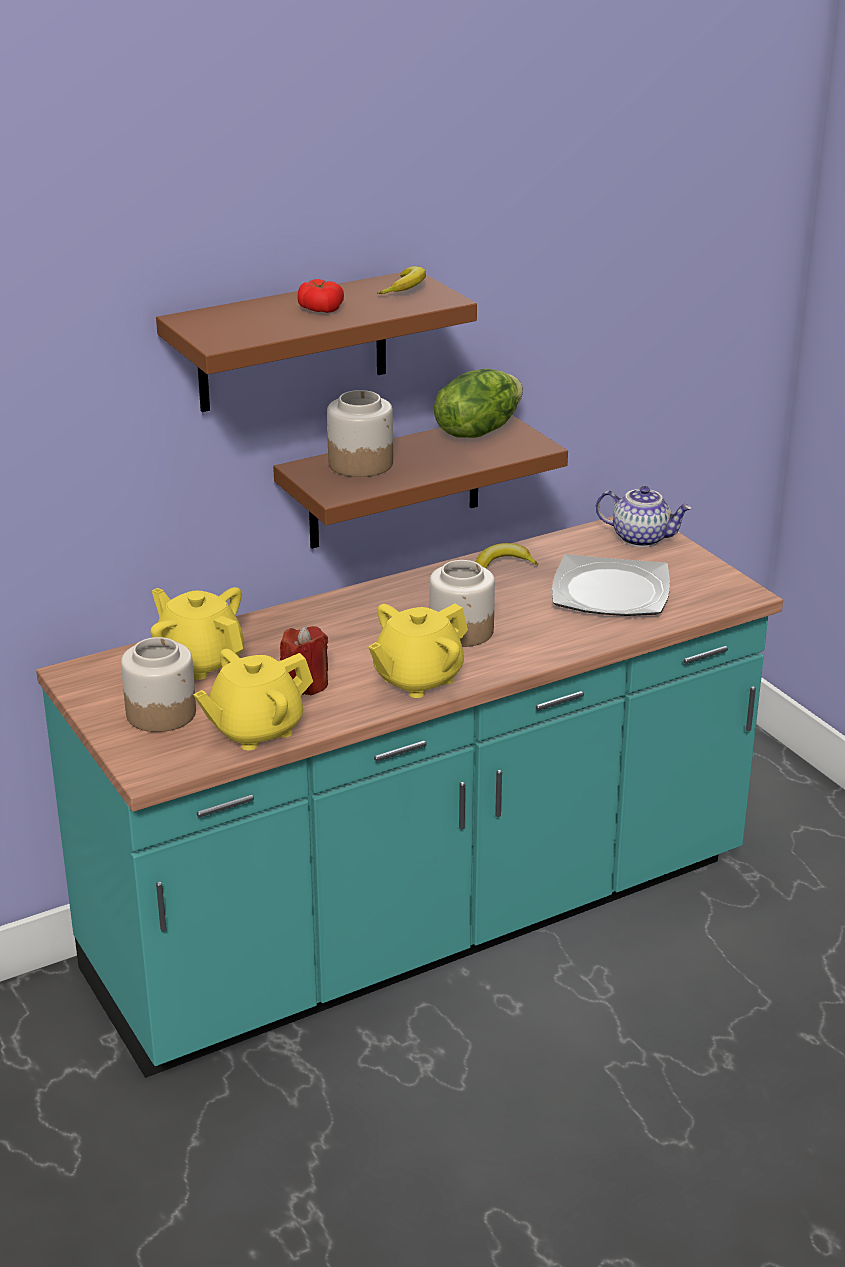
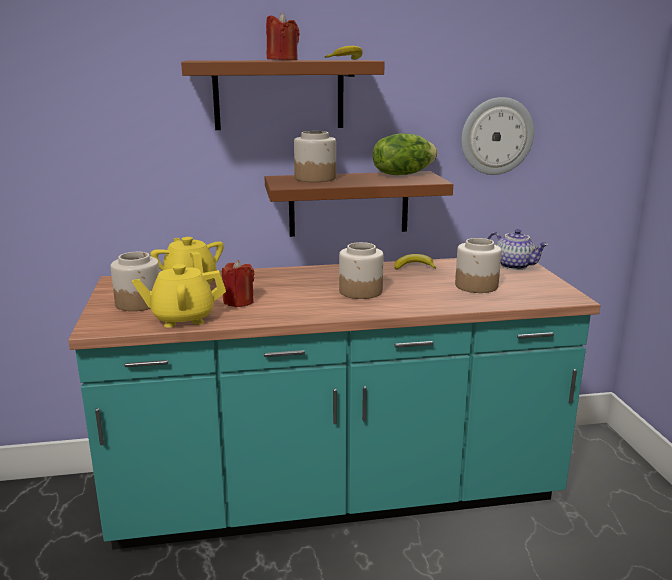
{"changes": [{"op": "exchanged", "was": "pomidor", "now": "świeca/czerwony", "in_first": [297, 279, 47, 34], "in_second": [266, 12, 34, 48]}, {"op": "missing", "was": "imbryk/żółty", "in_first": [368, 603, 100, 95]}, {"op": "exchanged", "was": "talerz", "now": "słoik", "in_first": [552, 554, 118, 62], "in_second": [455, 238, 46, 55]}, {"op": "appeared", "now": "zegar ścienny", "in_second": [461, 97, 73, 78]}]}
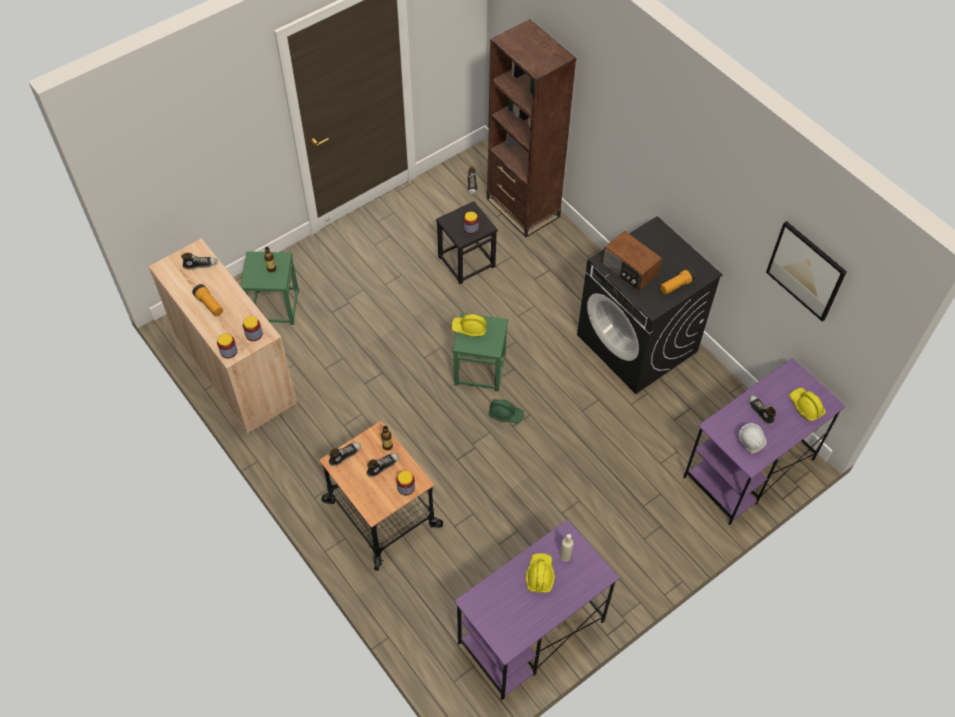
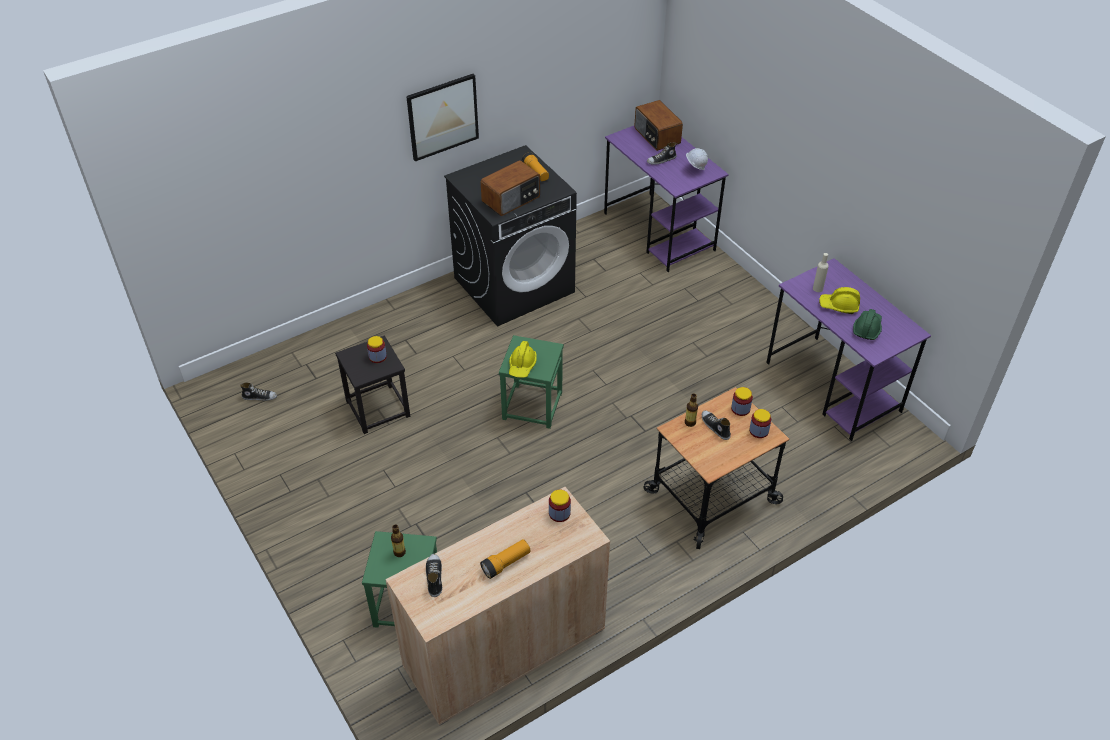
{"changes": [{"op": "relocated", "was": "słoik", "in_first": [217, 333, 20, 25], "in_second": [749, 409, 22, 29]}, {"op": "missing", "was": "but", "in_first": [329, 442, 32, 24]}, {"op": "missing", "was": "regał/brązowy", "in_first": [487, 19, 89, 218]}, {"op": "relocated", "was": "kask/zielony", "in_first": [488, 399, 36, 25], "in_second": [853, 309, 29, 31]}, {"op": "relocated", "was": "obraz", "in_first": [766, 221, 81, 100], "in_second": [406, 74, 73, 87]}, {"op": "exchanged", "was": "kask/żółty", "now": "radio", "in_first": [789, 388, 37, 33], "in_second": [634, 100, 49, 51]}]}
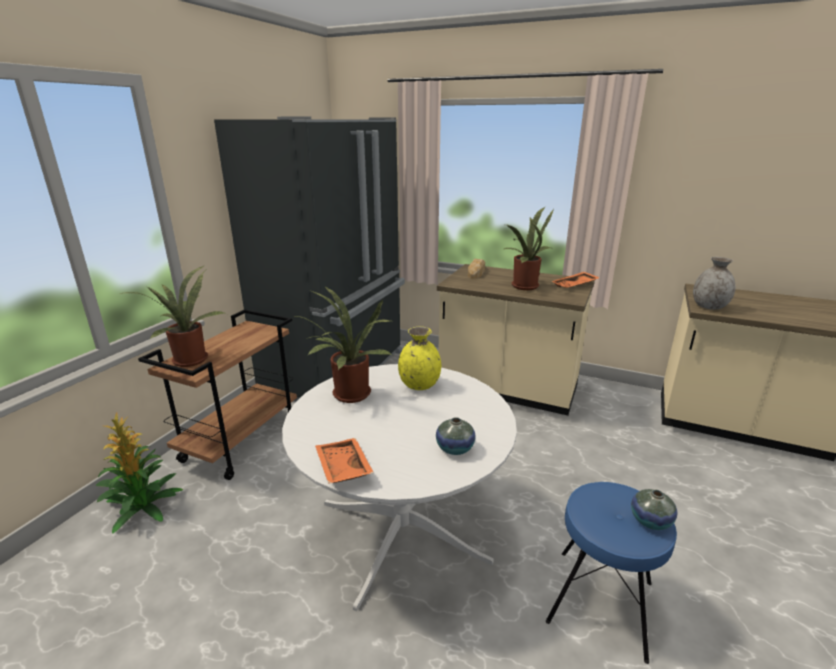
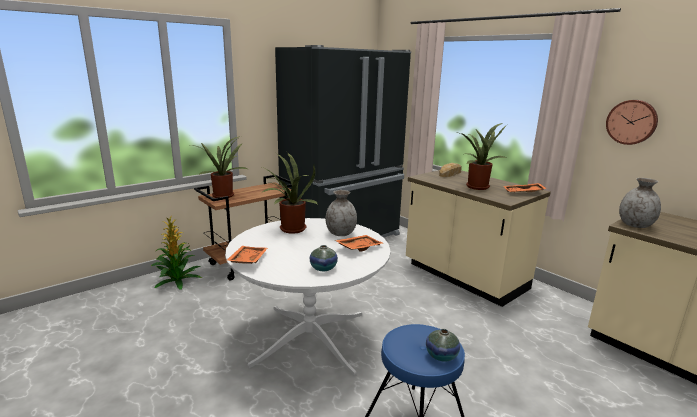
{"changes": [{"op": "colour", "was": "wazon/żółty", "now": "wazon/szary", "in_first": [398, 327, 43, 63], "in_second": [325, 190, 32, 46]}, {"op": "appeared", "now": "taca/pomarańczowy", "in_second": [335, 235, 49, 17]}, {"op": "appeared", "now": "zegar ścienny", "in_second": [606, 100, 52, 45]}]}
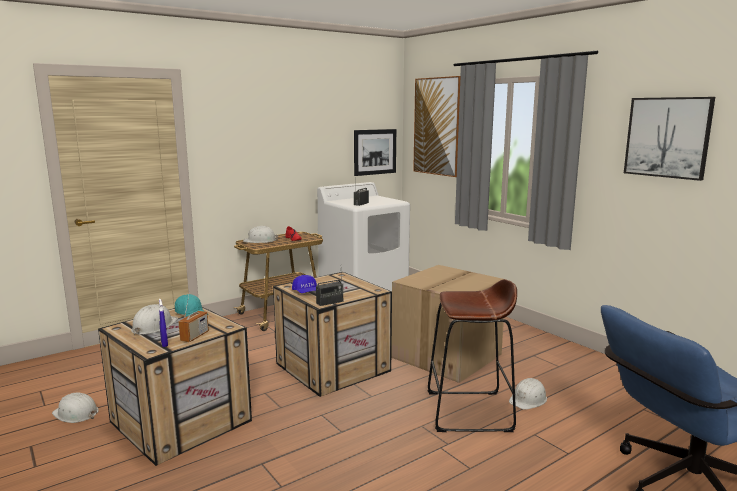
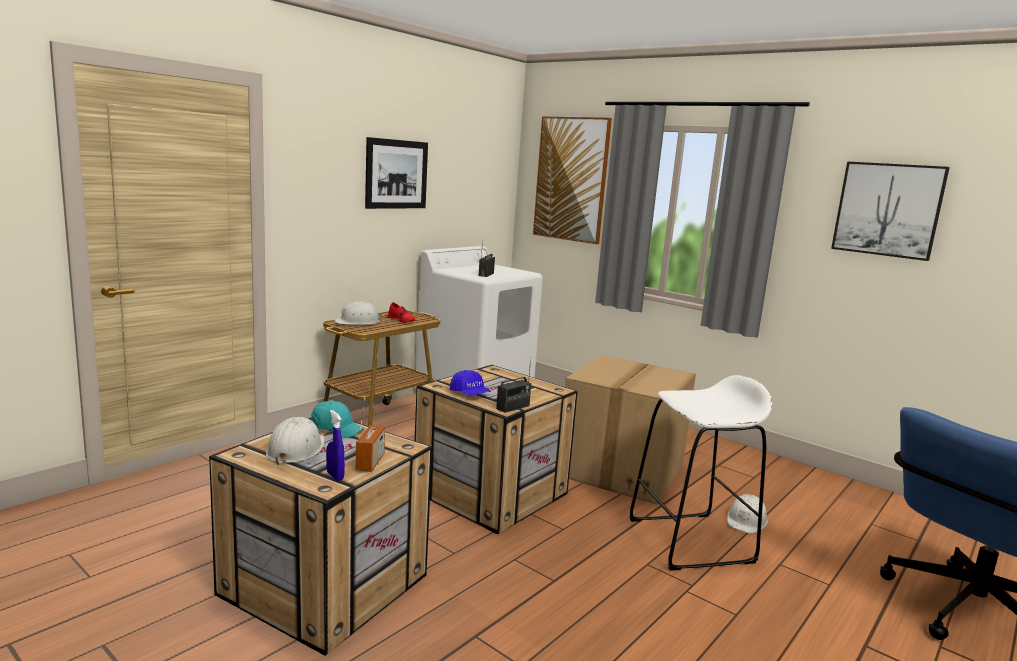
{"changes": [{"op": "missing", "was": "kask/biały", "in_first": [52, 392, 47, 31]}, {"op": "relocated", "was": "obraz", "in_first": [354, 129, 42, 47], "in_second": [365, 137, 63, 72]}, {"op": "colour", "was": "stołek/brązowy", "now": "stołek/biały", "in_first": [428, 279, 89, 153], "in_second": [629, 375, 143, 196]}]}
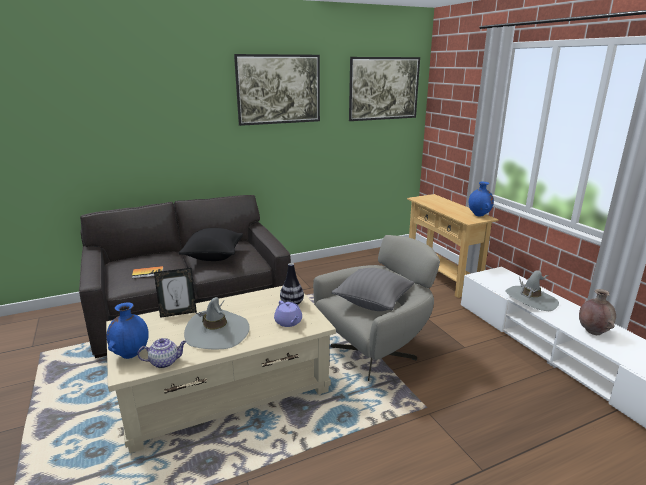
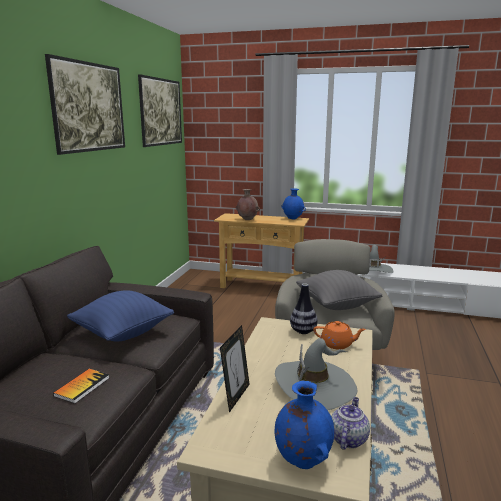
{"changes": [{"op": "colour", "was": "poduszka/czarny", "now": "poduszka/niebieski", "in_first": [179, 228, 64, 33], "in_second": [67, 290, 107, 51]}, {"op": "colour", "was": "imbryk/fioletowy", "now": "imbryk/pomarańczowy", "in_first": [274, 300, 28, 27], "in_second": [313, 321, 53, 29]}, {"op": "relocated", "was": "wazon/brązowy", "in_first": [579, 289, 37, 46], "in_second": [235, 189, 25, 31]}]}
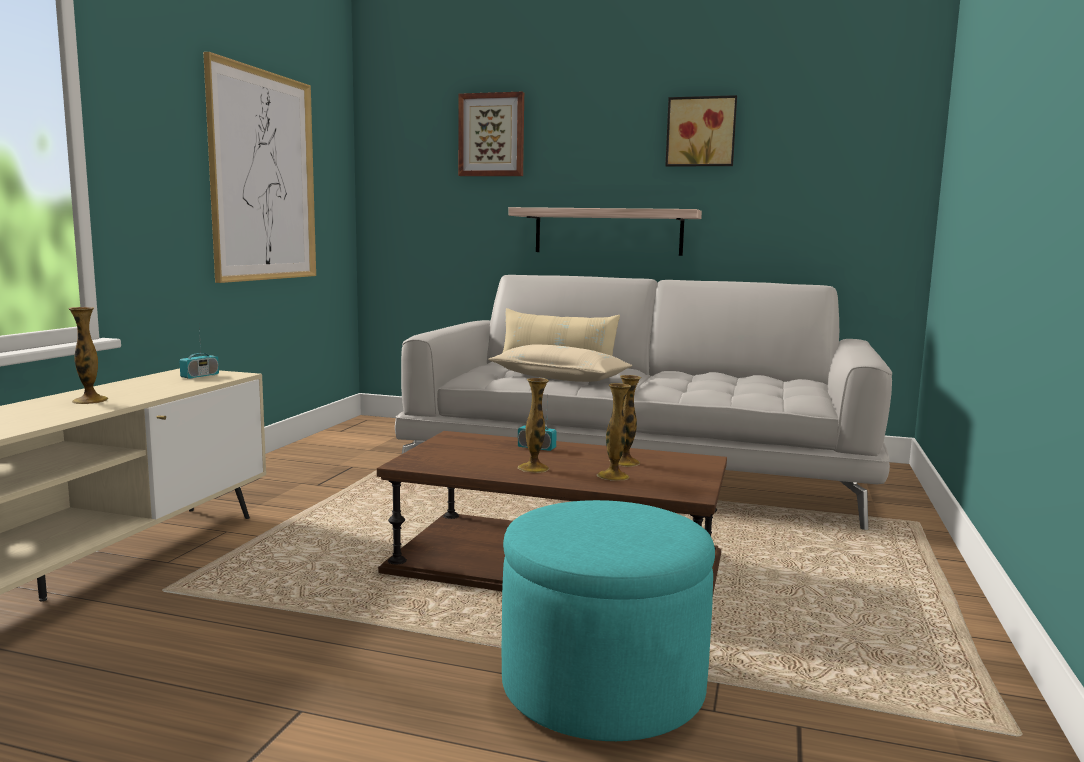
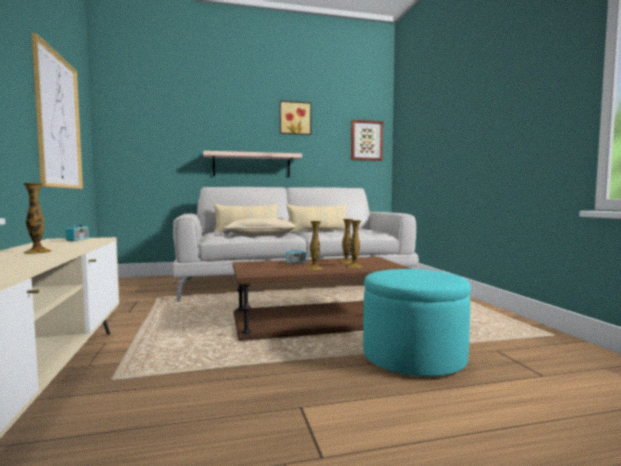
{"changes": [{"op": "relocated", "was": "obraz", "in_first": [458, 92, 66, 84], "in_second": [351, 120, 32, 41]}, {"op": "appeared", "now": "poduszka/beżowy", "in_second": [286, 204, 61, 29]}]}
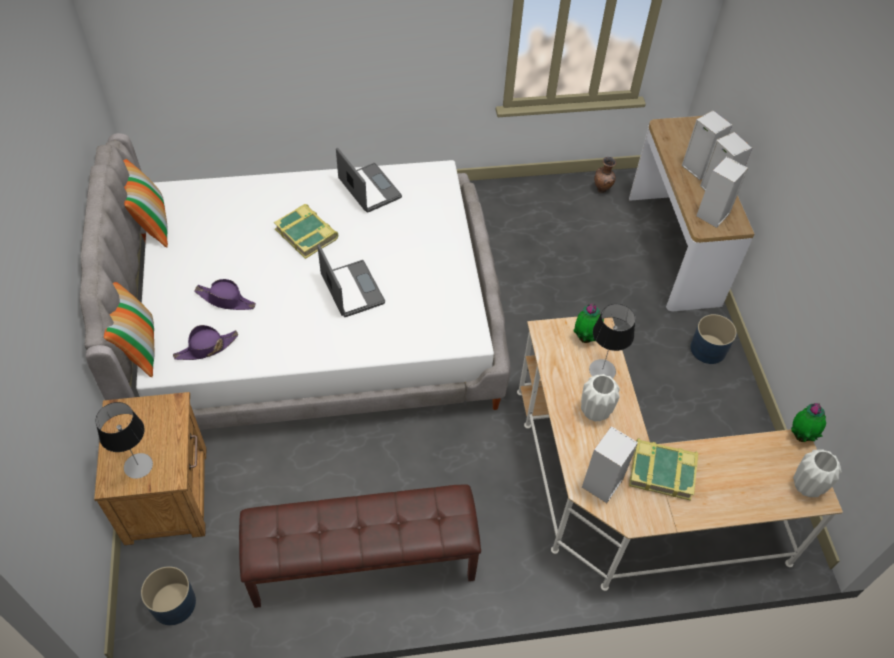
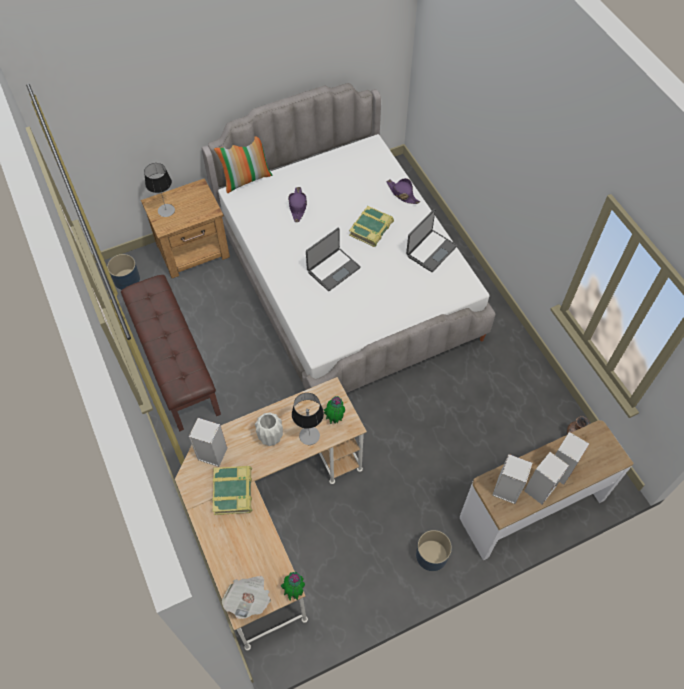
{"changes": [{"op": "missing", "was": "poduszka", "in_first": [123, 159, 45, 88]}, {"op": "relocated", "was": "kapelusz/fioletowy", "in_first": [173, 325, 65, 35], "in_second": [387, 178, 33, 26]}, {"op": "exchanged", "was": "wazon/biały", "now": "gazeta", "in_first": [793, 450, 49, 47], "in_second": [222, 576, 49, 43]}]}
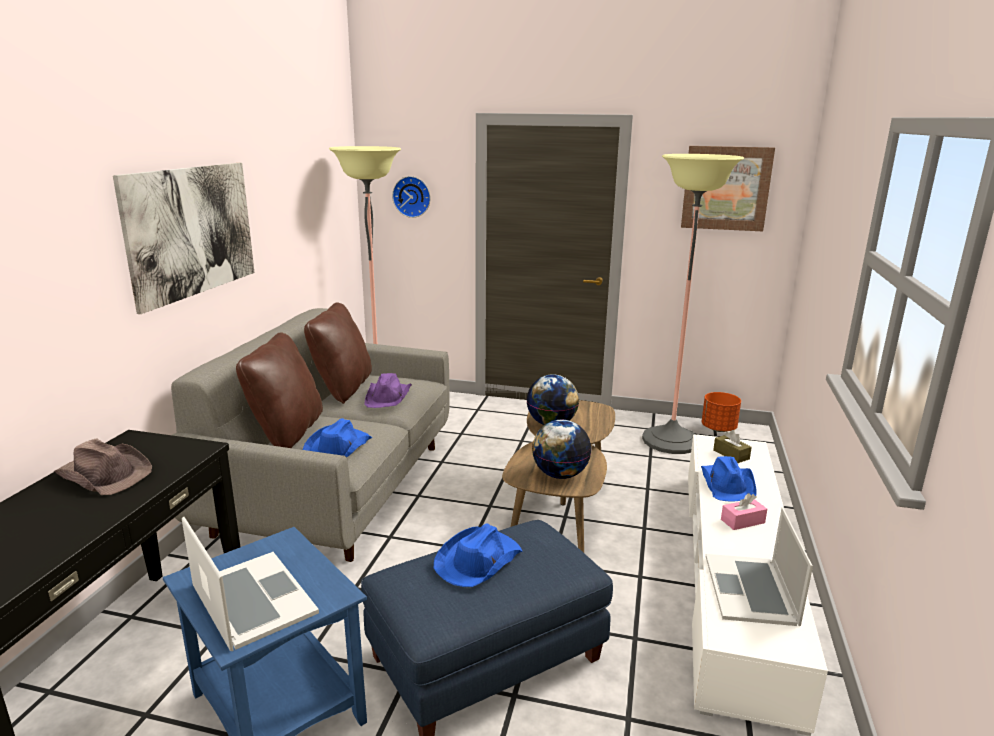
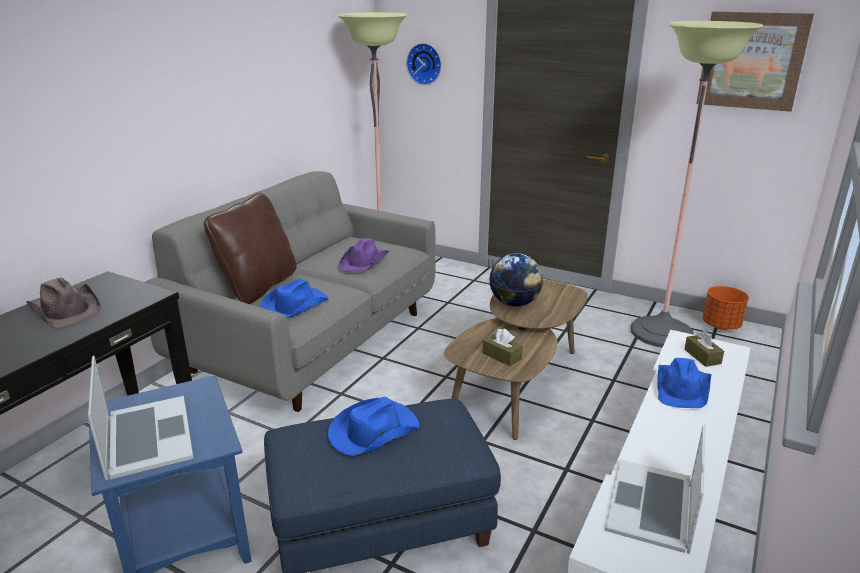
{"changes": [{"op": "missing", "was": "obraz", "in_first": [113, 163, 142, 151]}, {"op": "missing", "was": "poduszka/brązowy", "in_first": [304, 302, 68, 102]}, {"op": "exchanged", "was": "globus", "now": "pudełko chusteczek/brązowy", "in_first": [532, 420, 60, 59], "in_second": [482, 328, 41, 38]}, {"op": "missing", "was": "pudełko chusteczek/różowy", "in_first": [721, 493, 46, 37]}]}
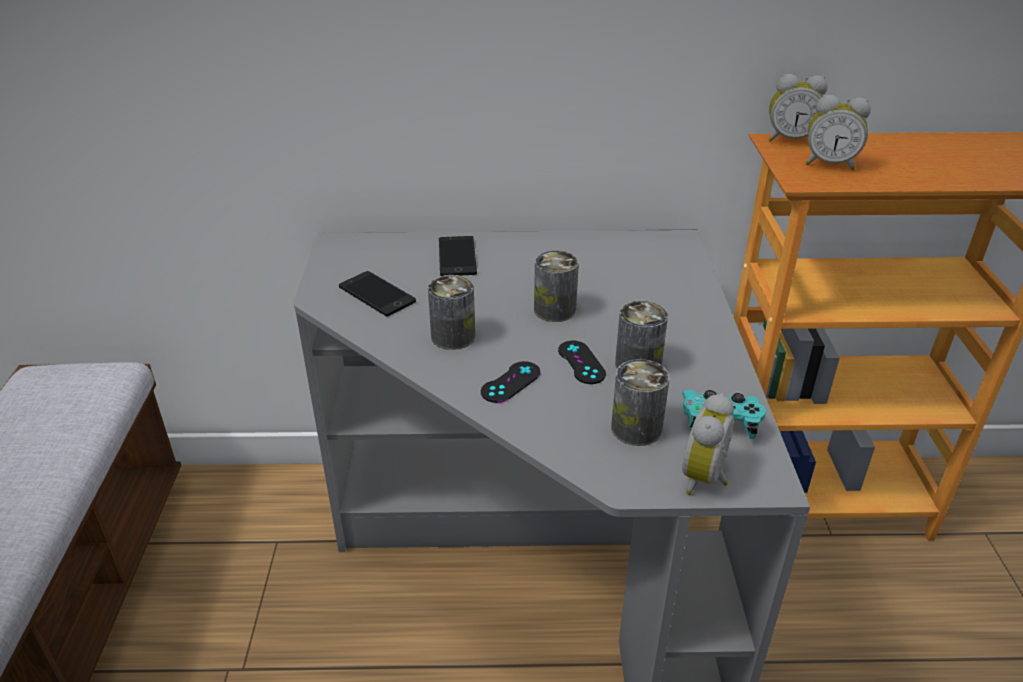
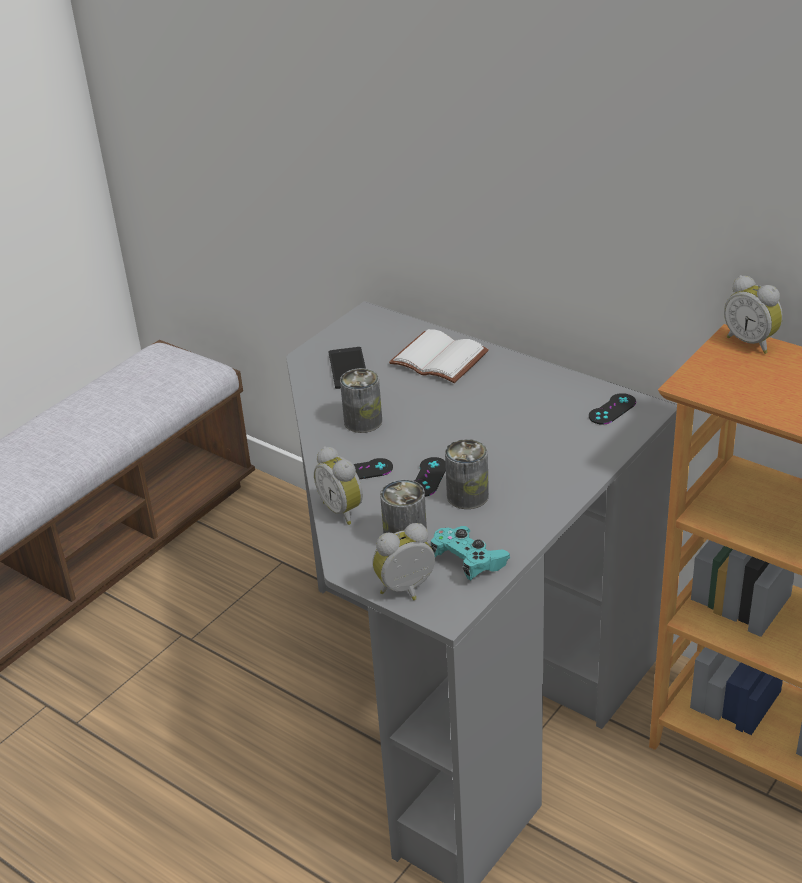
{"changes": [{"op": "exchanged", "was": "telefon", "now": "książka/biały", "in_first": [439, 236, 38, 40], "in_second": [389, 329, 100, 54]}, {"op": "missing", "was": "puszka", "in_first": [534, 251, 45, 71]}, {"op": "relocated", "was": "budzik", "in_first": [805, 95, 66, 75], "in_second": [314, 447, 49, 78]}, {"op": "appeared", "now": "pad do gier/czarny", "in_second": [589, 393, 47, 32]}]}
